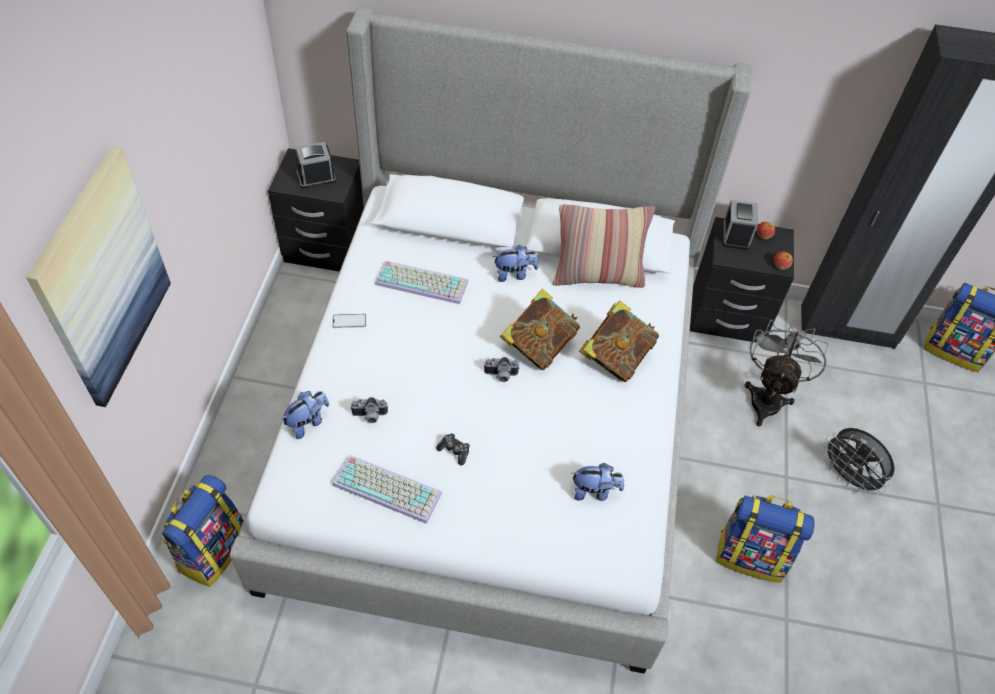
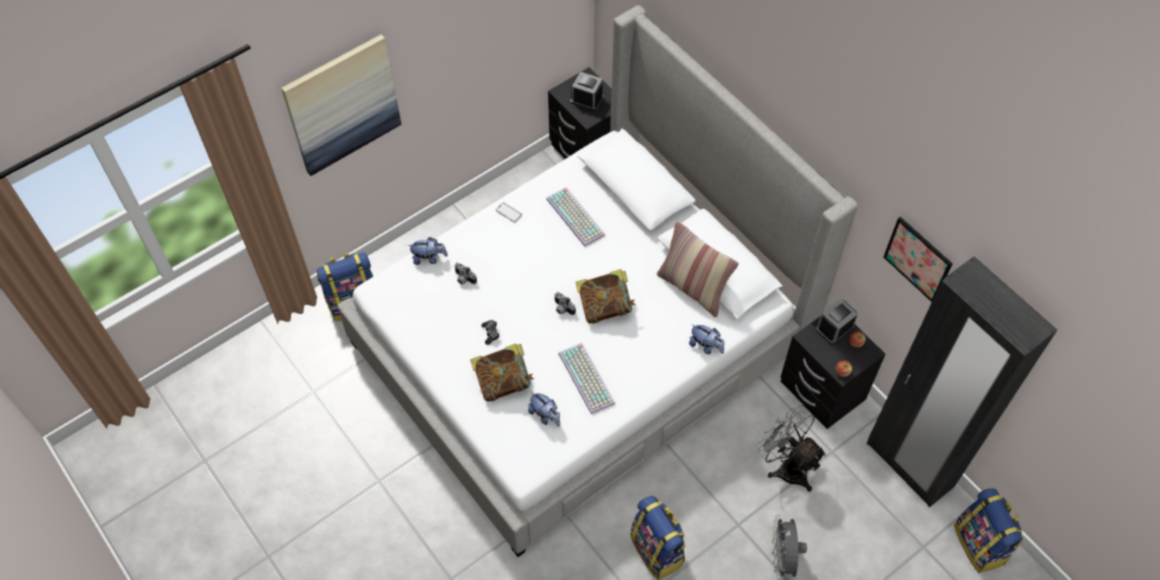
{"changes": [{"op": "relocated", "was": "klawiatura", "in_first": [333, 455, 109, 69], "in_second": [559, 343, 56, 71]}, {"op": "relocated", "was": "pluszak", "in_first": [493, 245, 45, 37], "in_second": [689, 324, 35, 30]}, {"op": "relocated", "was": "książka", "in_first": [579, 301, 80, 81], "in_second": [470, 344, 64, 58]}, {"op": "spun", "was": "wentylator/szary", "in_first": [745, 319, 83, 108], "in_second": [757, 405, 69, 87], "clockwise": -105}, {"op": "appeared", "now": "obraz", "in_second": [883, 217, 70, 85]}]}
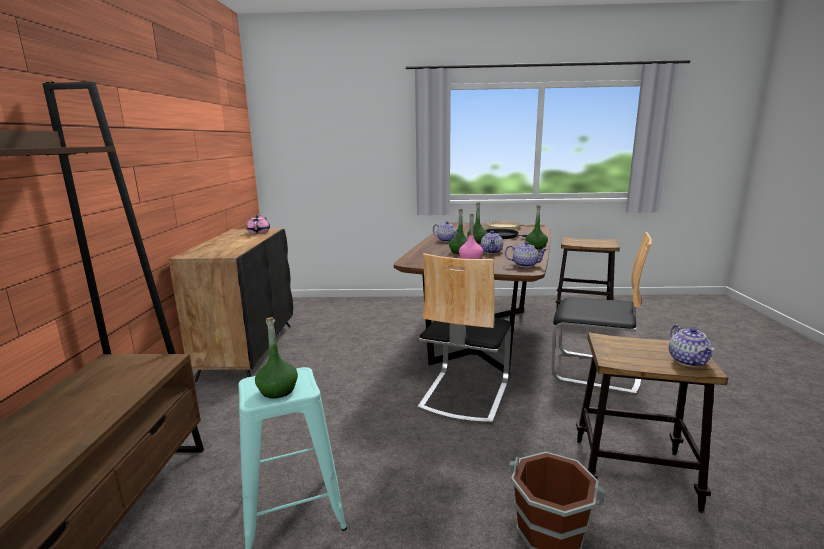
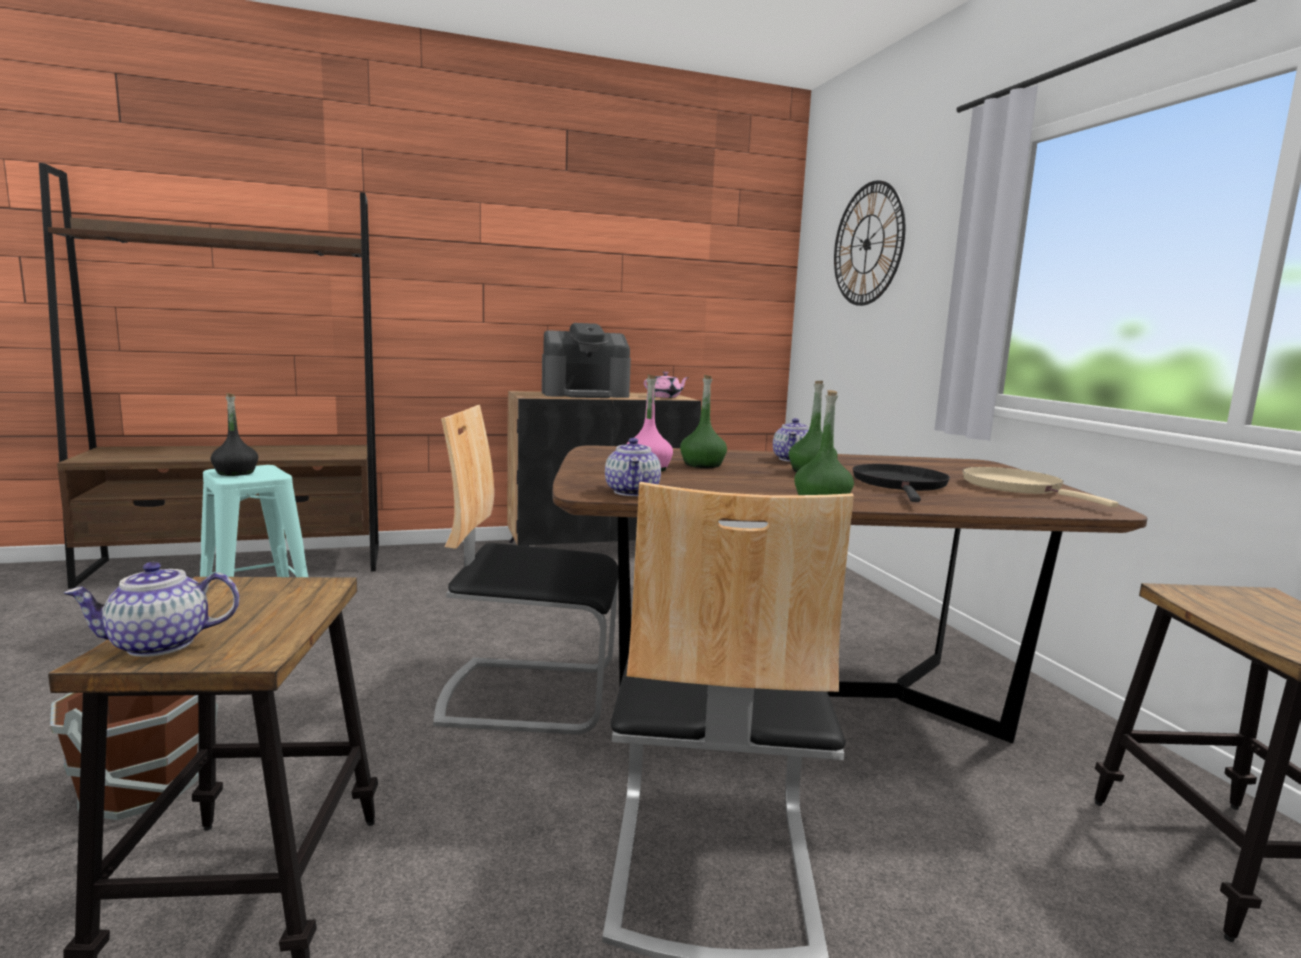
{"changes": [{"op": "colour", "was": "butelka/zielony", "now": "butelka/czarny", "in_first": [255, 317, 43, 82], "in_second": [211, 393, 47, 83]}, {"op": "missing", "was": "imbryk", "in_first": [481, 231, 22, 23]}, {"op": "appeared", "now": "ekspres do kawy", "in_second": [542, 323, 89, 75]}, {"op": "appeared", "now": "zegar ścienny", "in_second": [834, 180, 71, 126]}]}
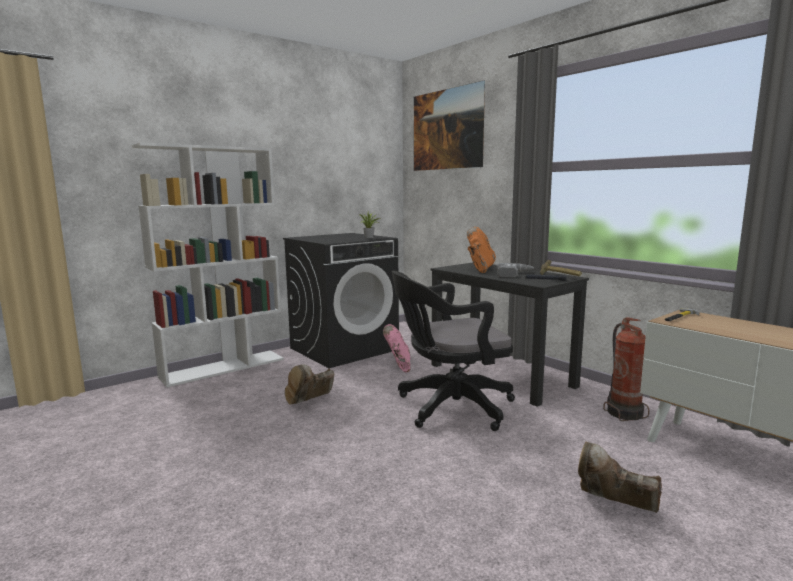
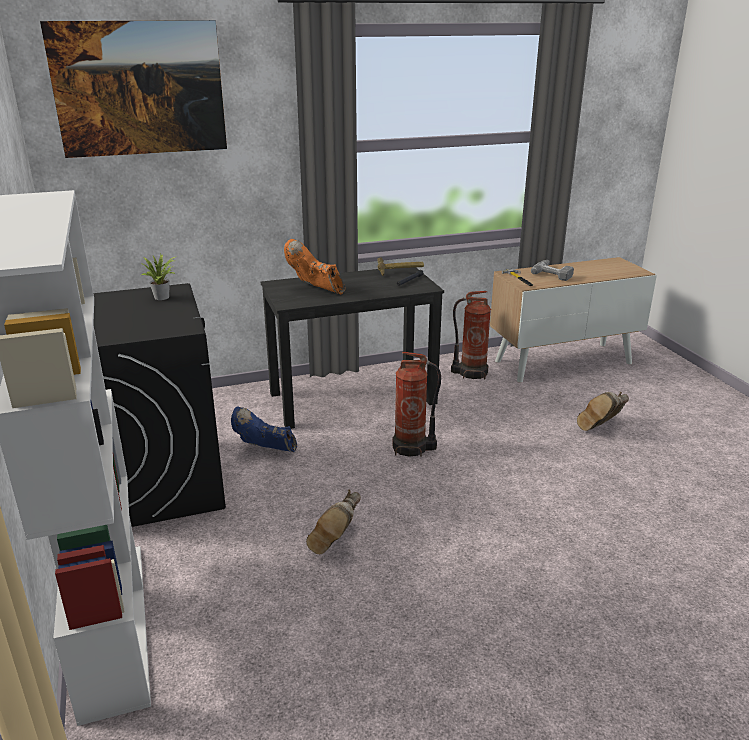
{"changes": [{"op": "spun", "was": "but z cholewką/brązowy", "in_first": [285, 365, 49, 40], "in_second": [306, 490, 55, 64], "clockwise": 45}, {"op": "colour", "was": "but z cholewką/różowy", "now": "but z cholewką/niebieski", "in_first": [383, 324, 28, 49], "in_second": [231, 407, 66, 45]}, {"op": "exchanged", "was": "krzesło biurowe/czarny", "now": "gaśnica", "in_first": [392, 271, 123, 160], "in_second": [392, 352, 49, 105]}, {"op": "relocated", "was": "wiertarka", "in_first": [496, 263, 38, 15], "in_second": [531, 260, 43, 21]}]}
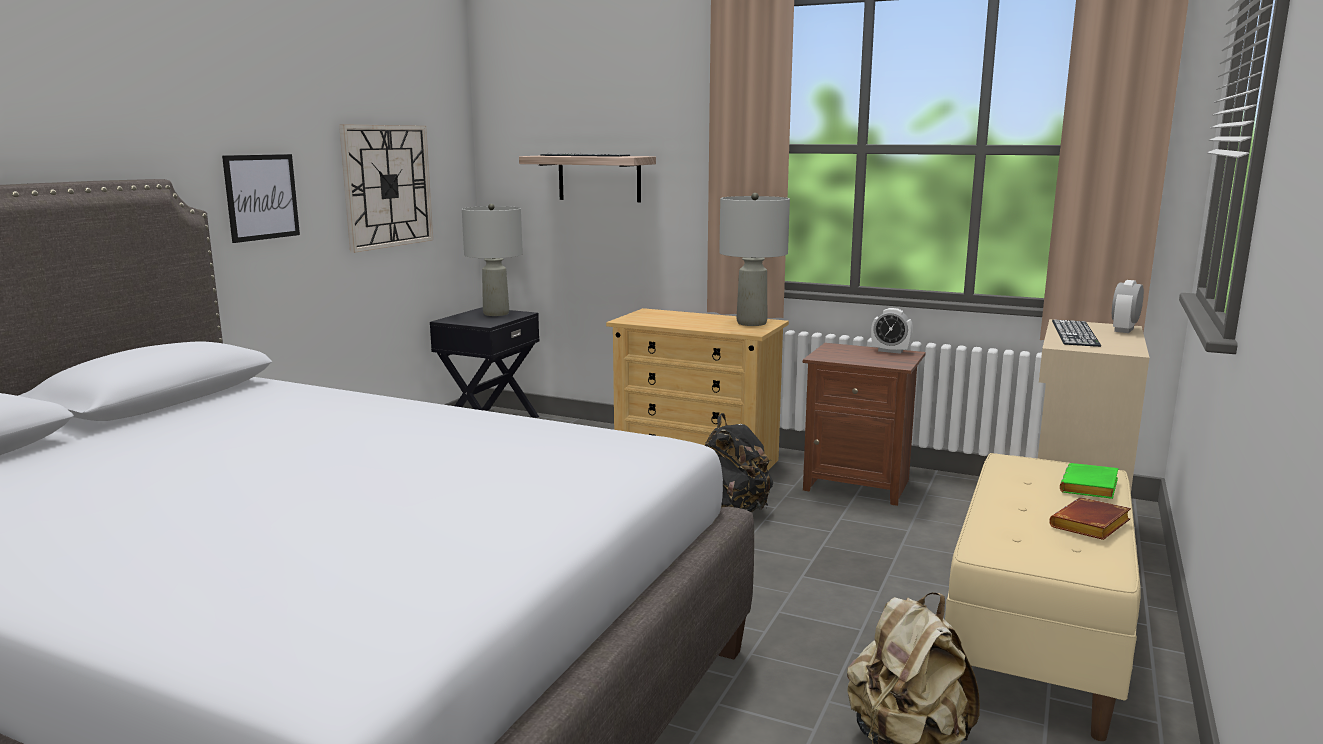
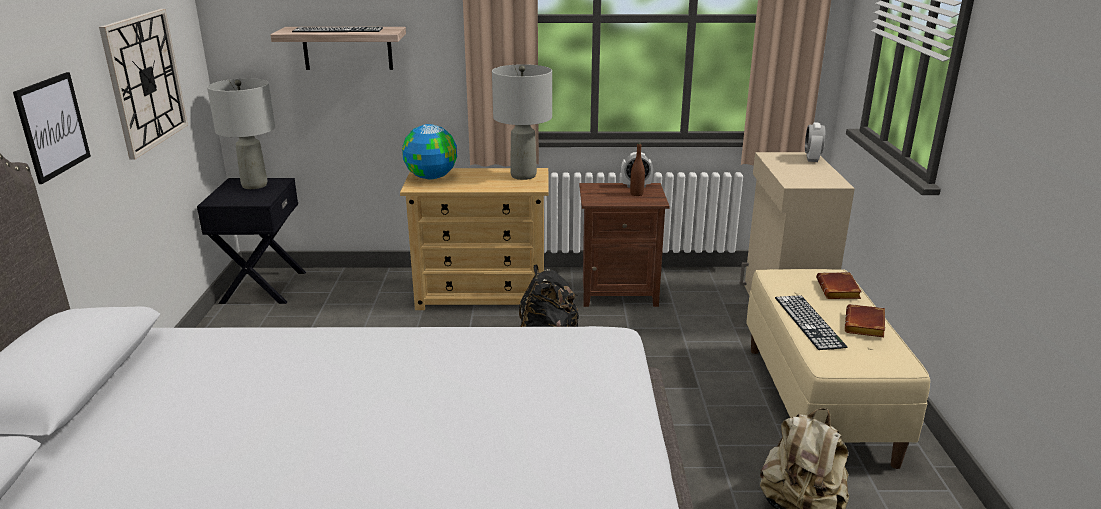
{"changes": [{"op": "relocated", "was": "klawiatura", "in_first": [1052, 320, 49, 27], "in_second": [775, 295, 73, 55]}, {"op": "colour", "was": "książka/zielony", "now": "książka/brązowy", "in_first": [1060, 463, 58, 36], "in_second": [816, 272, 46, 27]}, {"op": "appeared", "now": "globus", "in_second": [402, 124, 55, 56]}, {"op": "appeared", "now": "butelka/brązowy", "in_second": [630, 143, 15, 53]}]}
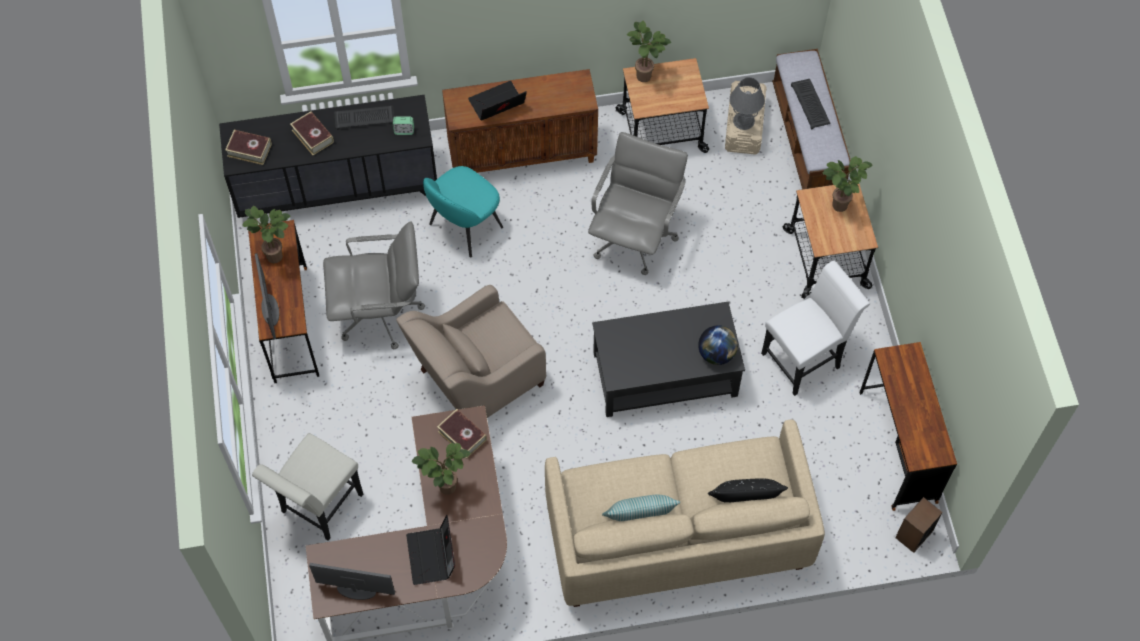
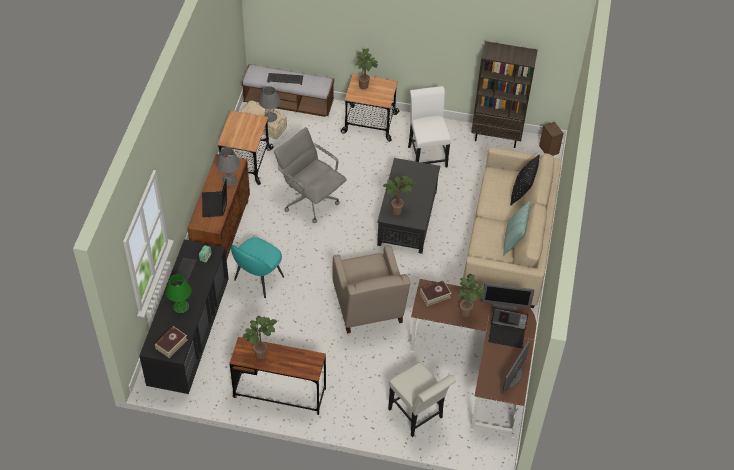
{"changes": [{"op": "relocated", "was": "monitor", "in_first": [255, 253, 24, 86], "in_second": [481, 283, 53, 28]}, {"op": "exchanged", "was": "książka", "now": "lampa stołowa/zielony", "in_first": [290, 111, 44, 44], "in_second": [165, 274, 27, 39]}, {"op": "missing", "was": "krzesło biurowe/szary", "in_first": [323, 221, 102, 128]}, {"op": "spun", "was": "krzesło/turkusowy", "in_first": [423, 166, 80, 91], "in_second": [231, 237, 53, 61], "clockwise": 60}, {"op": "relocated", "was": "roślina doniczkowa", "in_first": [627, 21, 44, 61], "in_second": [383, 175, 34, 40]}, {"op": "missing", "was": "globus", "in_first": [698, 325, 40, 40]}, {"op": "exchanged", "was": "biurko/brązowy", "now": "regał/brązowy", "in_first": [859, 342, 98, 169], "in_second": [471, 41, 67, 107]}, {"op": "appeared", "now": "lampa stołowa/szary", "in_second": [216, 148, 24, 38]}]}
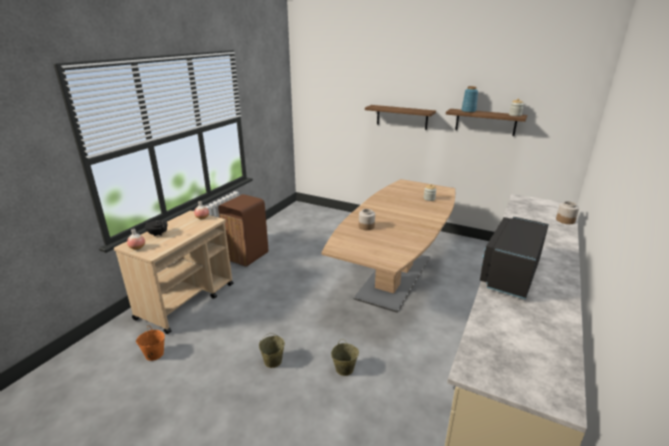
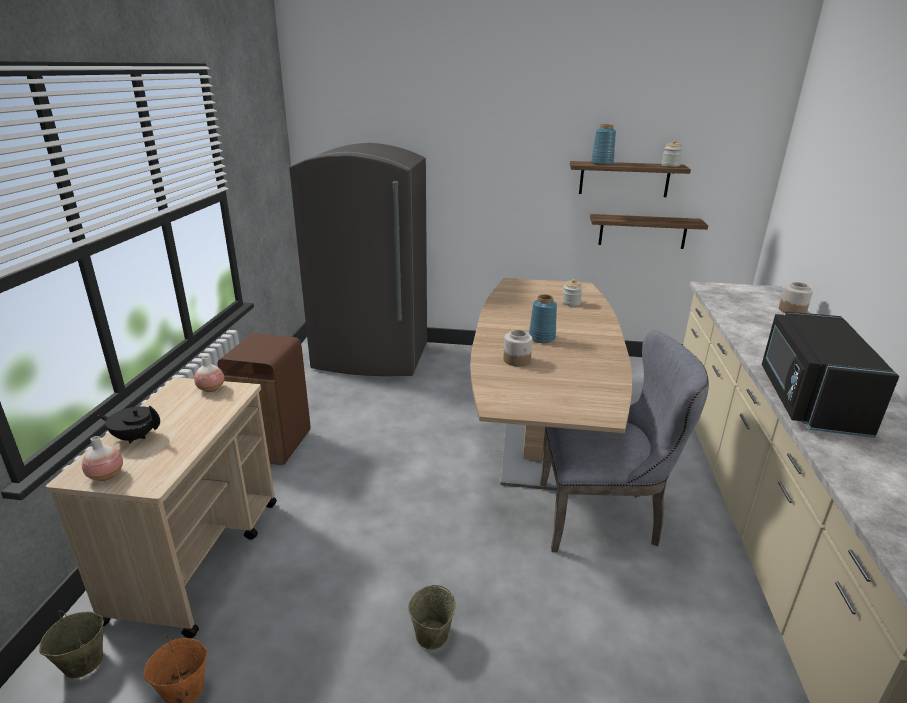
{"changes": [{"op": "relocated", "was": "wiadro/beżowy", "in_first": [331, 339, 28, 37], "in_second": [39, 610, 65, 68]}, {"op": "relocated", "was": "półka", "in_first": [365, 105, 71, 25], "in_second": [590, 214, 118, 35]}, {"op": "appeared", "now": "lodówka/szary", "in_second": [289, 143, 138, 233]}, {"op": "appeared", "now": "wazon/niebieski", "in_second": [529, 294, 28, 49]}, {"op": "appeared", "now": "krzesło/szary", "in_second": [540, 330, 169, 222]}]}
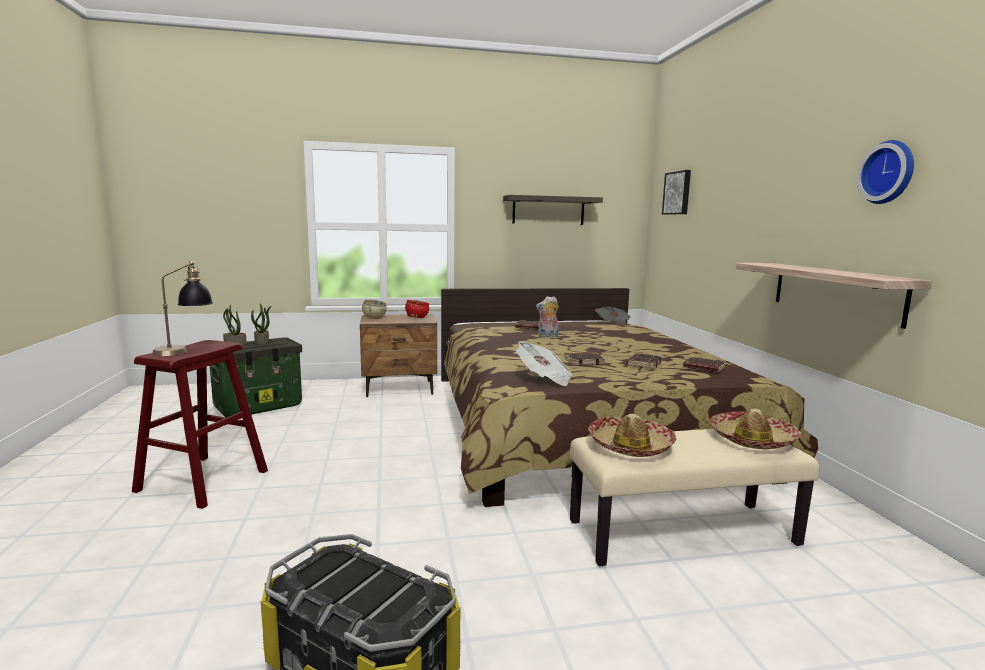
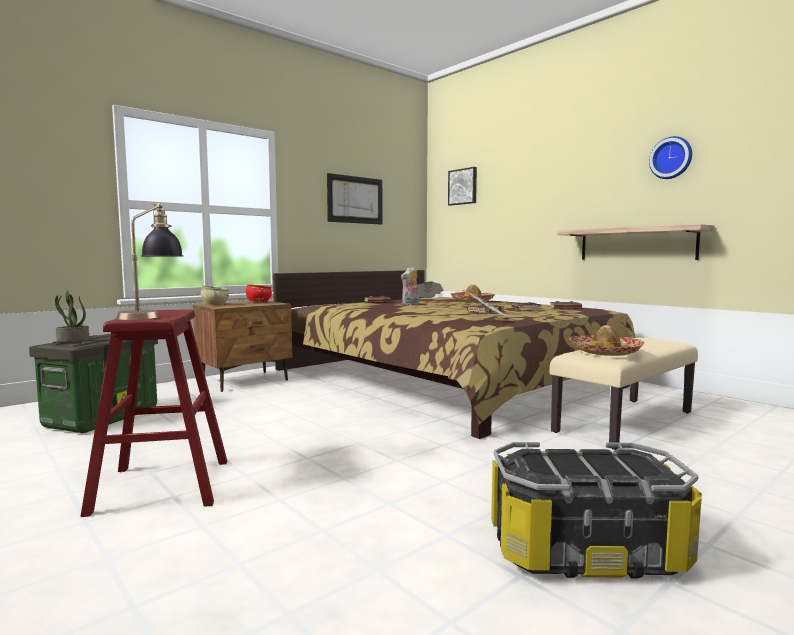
{"changes": [{"op": "missing", "was": "roślina doniczkowa", "in_first": [251, 303, 20, 42]}, {"op": "exchanged", "was": "półka", "now": "obraz", "in_first": [503, 195, 100, 30], "in_second": [327, 173, 55, 52]}, {"op": "relocated", "was": "kapelusz", "in_first": [710, 409, 91, 40], "in_second": [451, 284, 44, 19]}]}
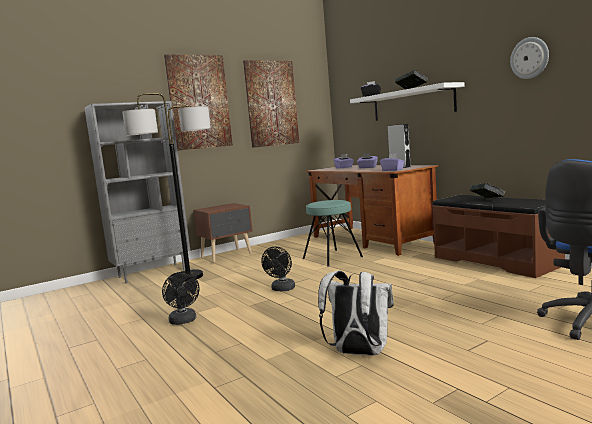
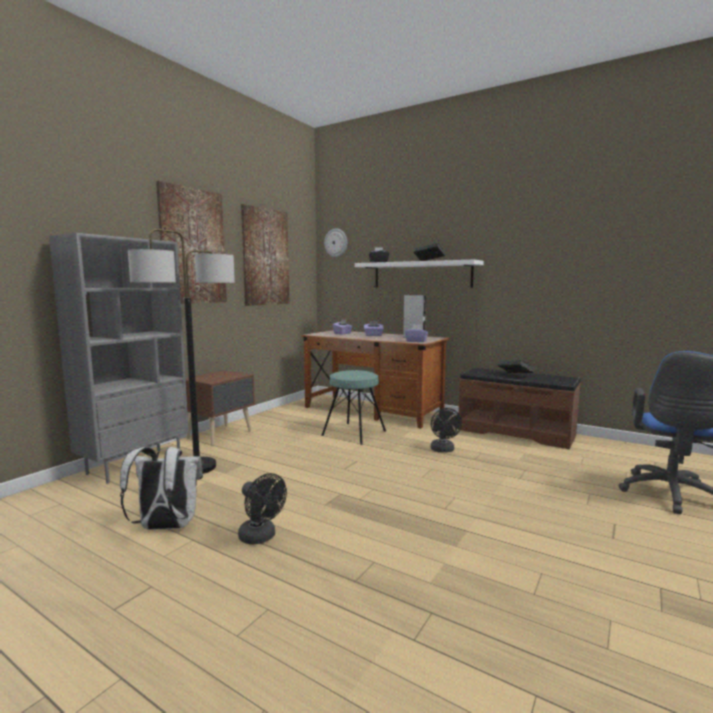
{"changes": [{"op": "relocated", "was": "wentylator/czarny", "in_first": [261, 247, 34, 44], "in_second": [431, 408, 31, 44]}, {"op": "relocated", "was": "plecak/biały", "in_first": [318, 271, 76, 85], "in_second": [120, 447, 83, 83]}, {"op": "relocated", "was": "zegar ścienny", "in_first": [510, 37, 39, 42], "in_second": [324, 228, 23, 29]}]}
